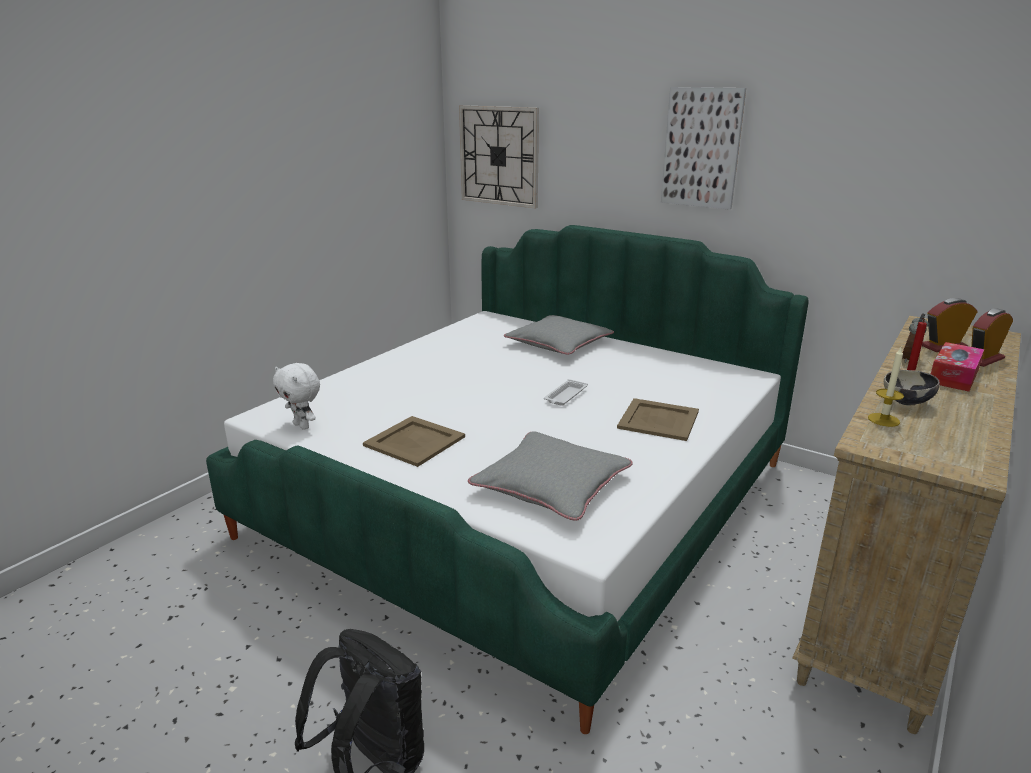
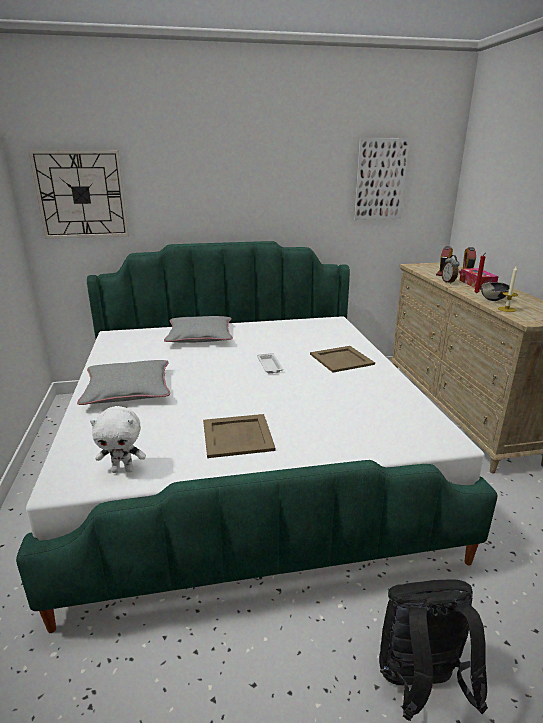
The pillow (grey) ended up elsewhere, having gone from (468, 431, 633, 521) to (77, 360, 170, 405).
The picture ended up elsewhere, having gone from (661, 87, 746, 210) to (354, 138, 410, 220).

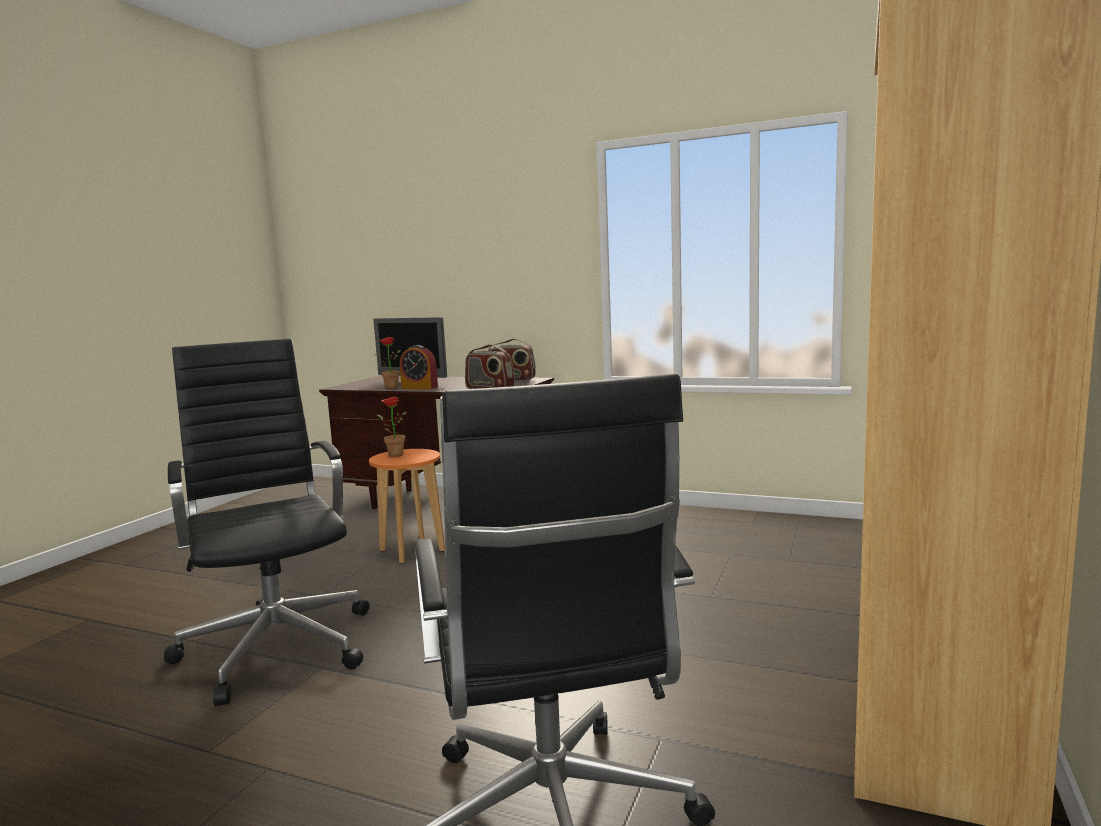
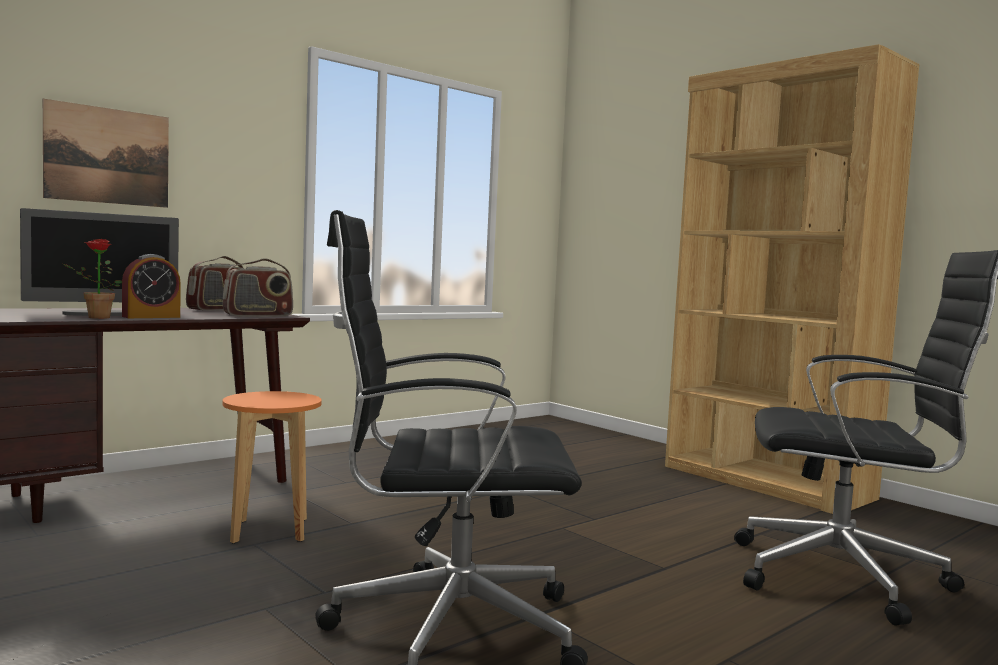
The second view lost the potted plant at (377, 397, 407, 457).
The second view gained the picture at (43, 99, 169, 208).

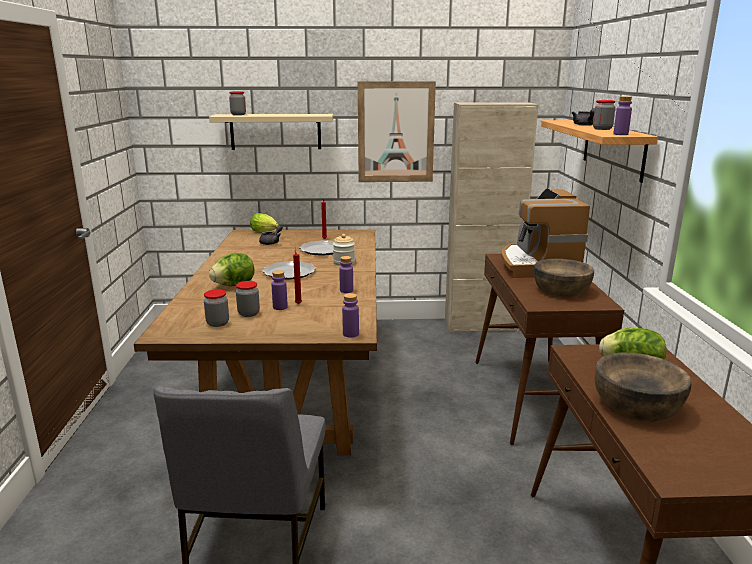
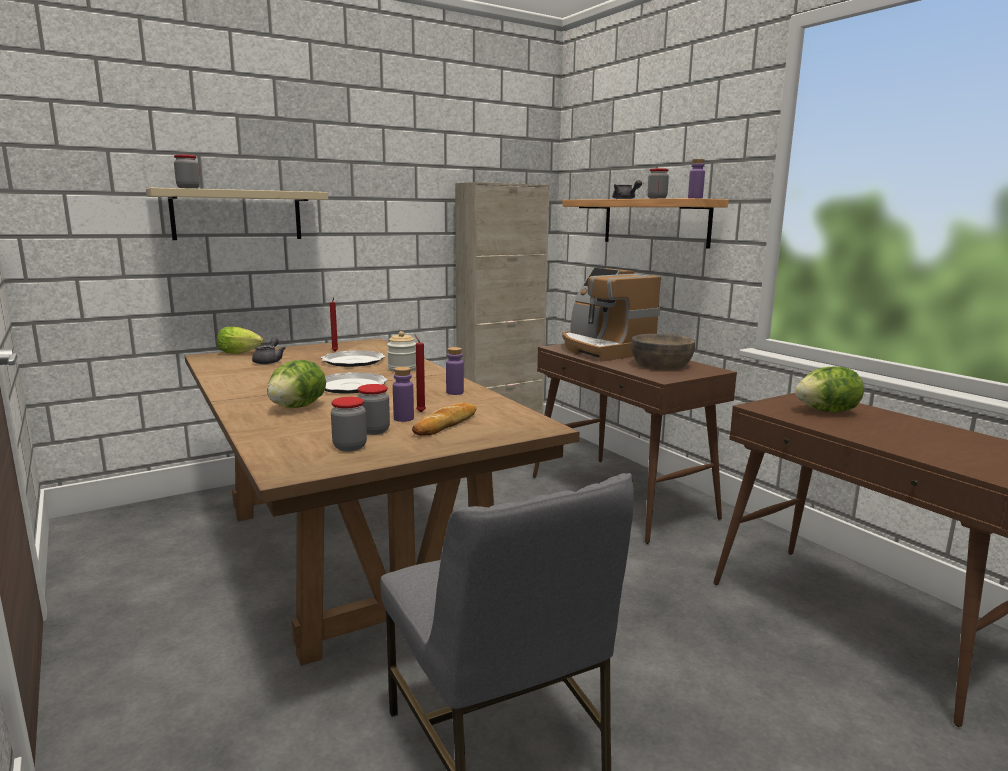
The second view lost the bottle (purple) at (342, 293, 359, 338).
The second view lost the picture at (358, 81, 436, 182).
The second view lost the bowl (brown) at (595, 352, 691, 422).
The second view gained the bread at (412, 402, 477, 436).

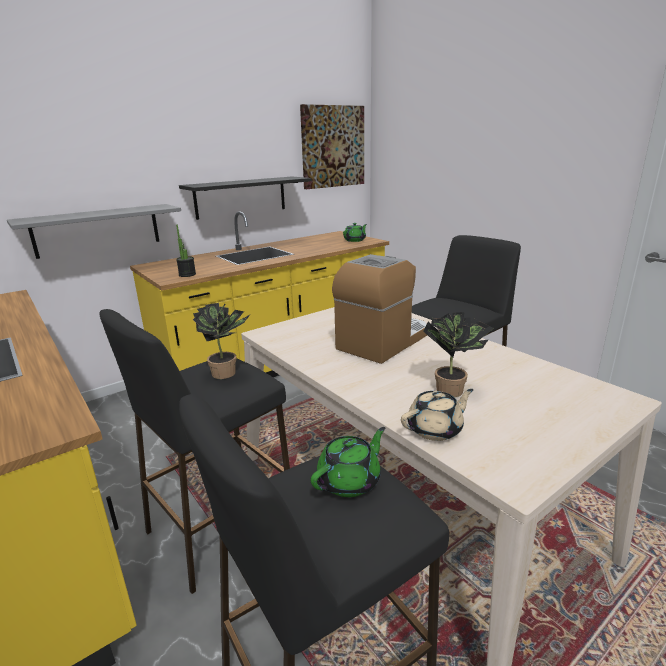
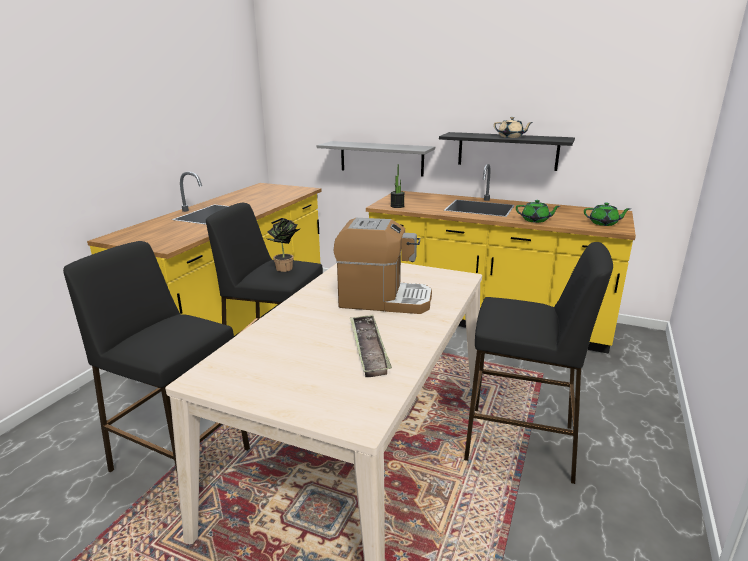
The second view lost the picture at (300, 104, 364, 189).
The teapot (green) ended up elsewhere, having gone from (311, 427, 385, 497) to (516, 200, 560, 223).
The teapot (beige) ended up elsewhere, having gone from (401, 389, 474, 441) to (494, 117, 533, 138).
The second view lost the potted plant at (423, 312, 493, 397).
The second view gained the tray at (350, 315, 392, 377).

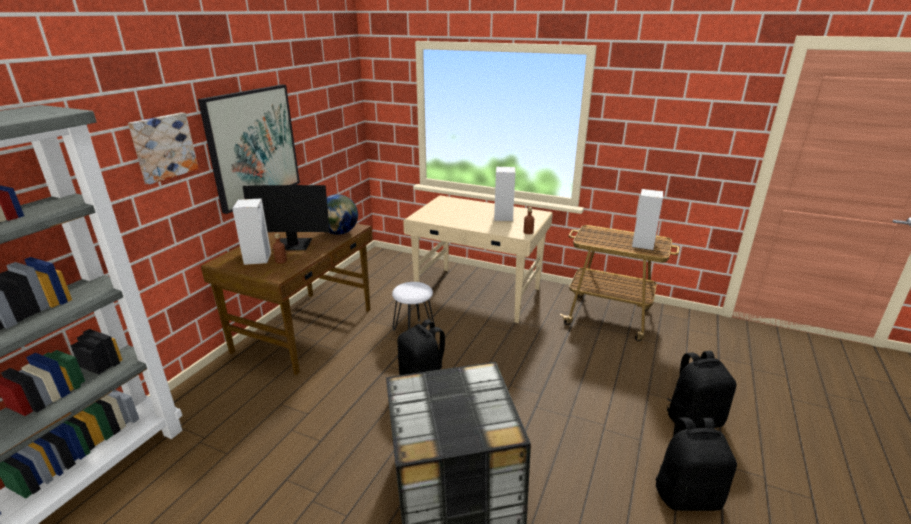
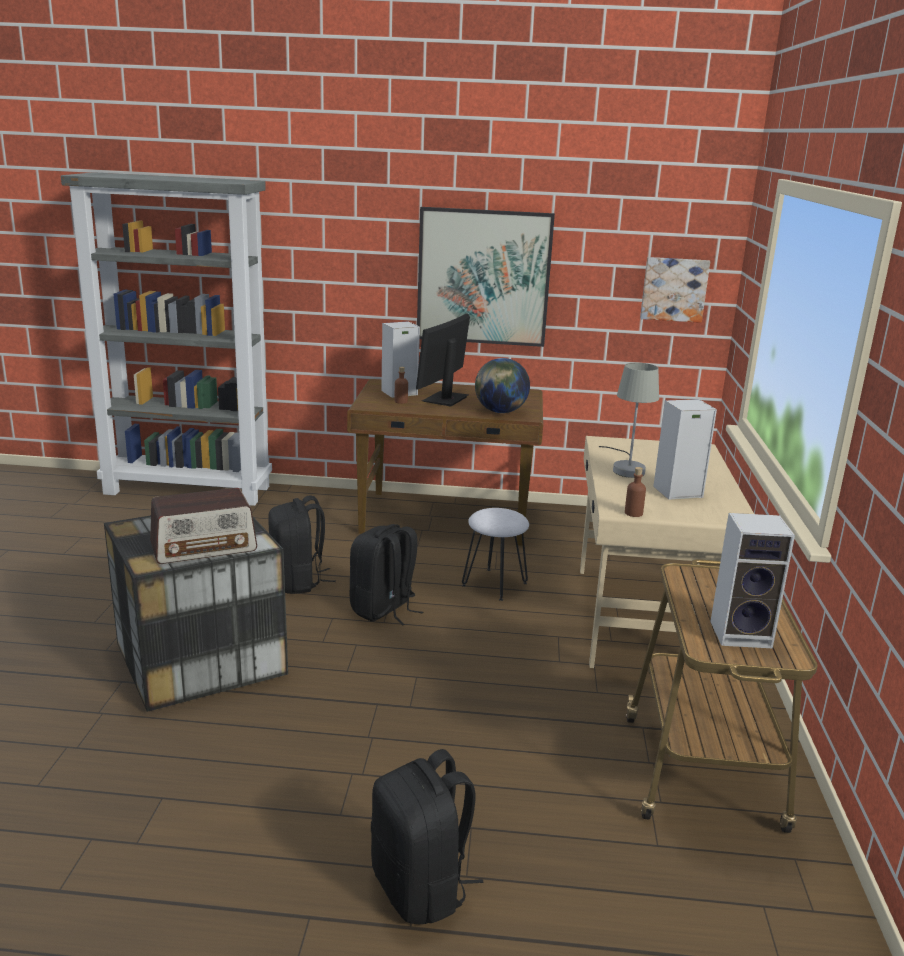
The picture ended up elsewhere, having gone from (128, 113, 198, 184) to (640, 257, 710, 323).
The monitor at (243, 185, 330, 250) ended up facing another way, 45 degrees clockwise from before.
The backpack (black) ended up elsewhere, having gone from (655, 418, 737, 511) to (268, 496, 336, 594).
The second view gained the radio at (150, 488, 257, 564).
The second view gained the table lamp (grey) at (599, 363, 659, 478).

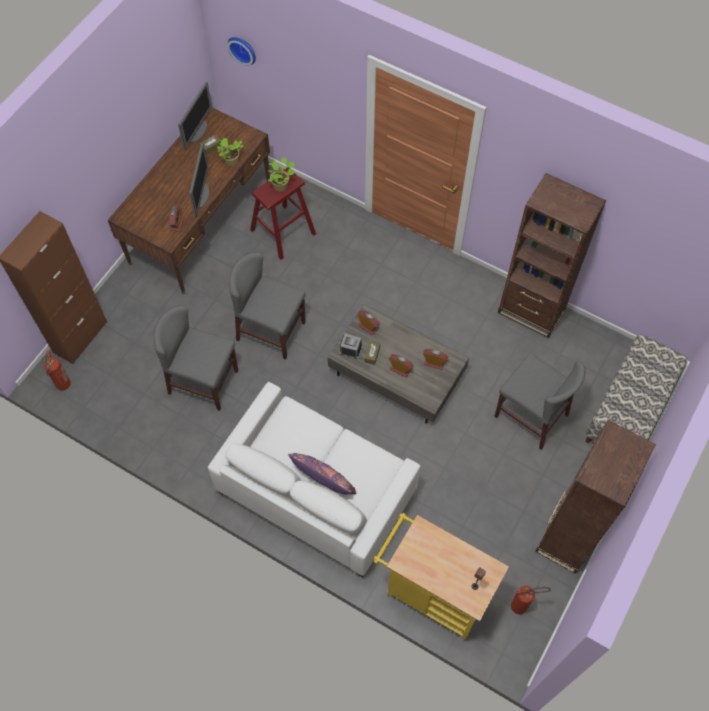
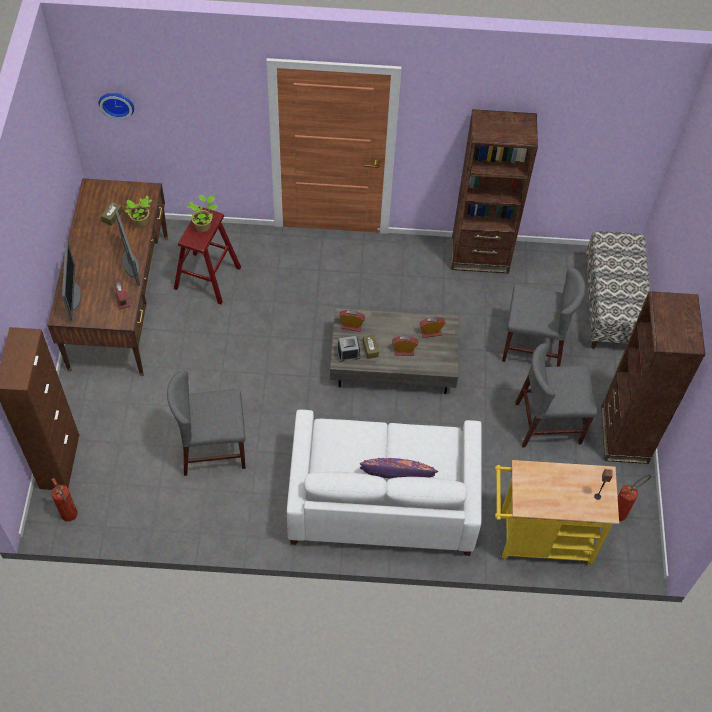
The monitor ended up elsewhere, having gone from (178, 82, 212, 149) to (62, 241, 81, 321).
The chair (grey) ended up elsewhere, having gone from (229, 252, 306, 360) to (515, 343, 597, 447).

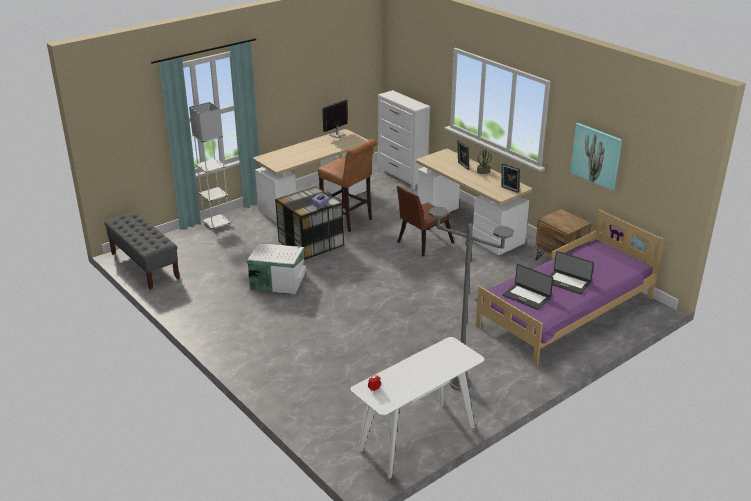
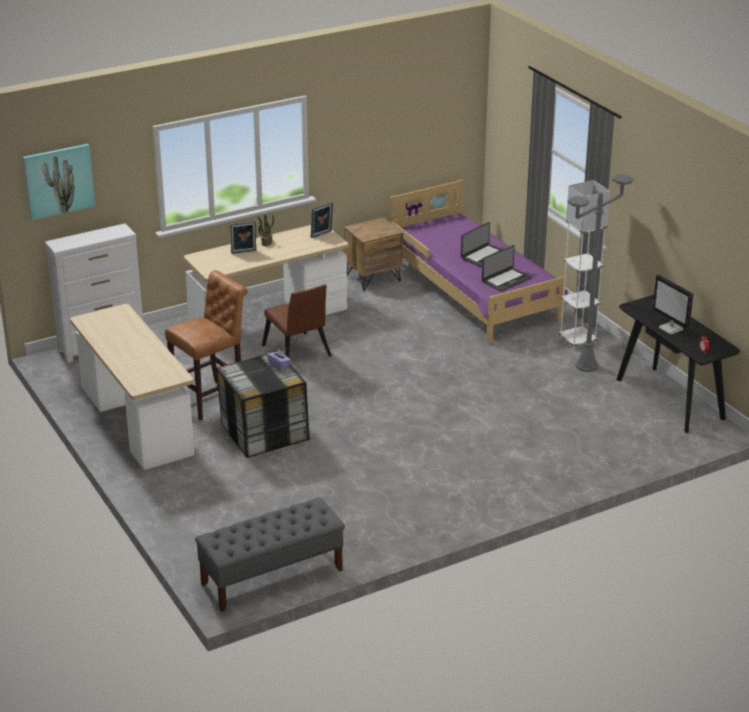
The floor lamp (white) ended up elsewhere, having gone from (189, 102, 231, 231) to (558, 180, 610, 349).
The second view lost the storage box (white) at (247, 243, 306, 295).
The monitor ended up elsewhere, having gone from (322, 99, 348, 138) to (653, 275, 693, 334).
What was the console table (white) at (351, 337, 484, 479) turned into the console table (black) at (616, 295, 740, 433).
The picture ended up elsewhere, having gone from (570, 123, 622, 191) to (23, 144, 95, 220).

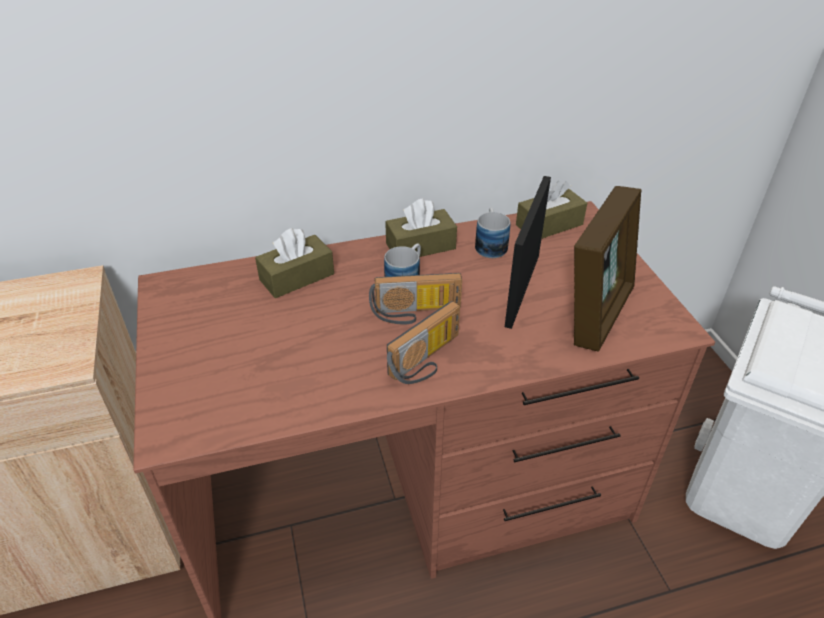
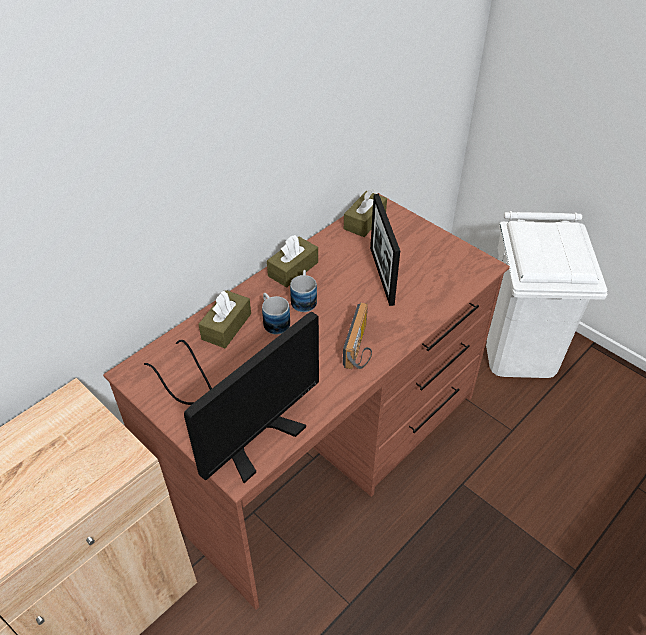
The second view lost the radio at (369, 273, 462, 325).
The mug ended up elsewhere, having gone from (475, 208, 510, 258) to (262, 293, 290, 335).
The second view lost the picture frame at (574, 186, 641, 351).
The second view gained the monitor at (144, 312, 319, 483).

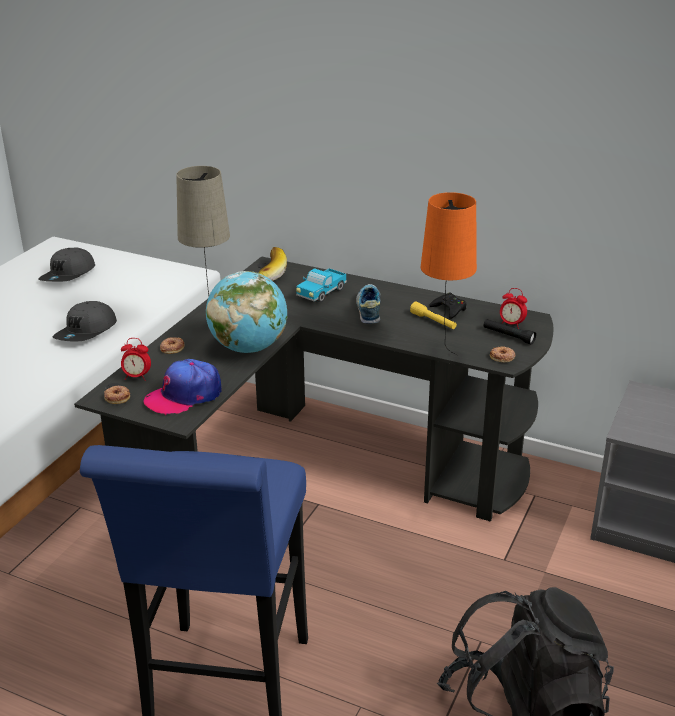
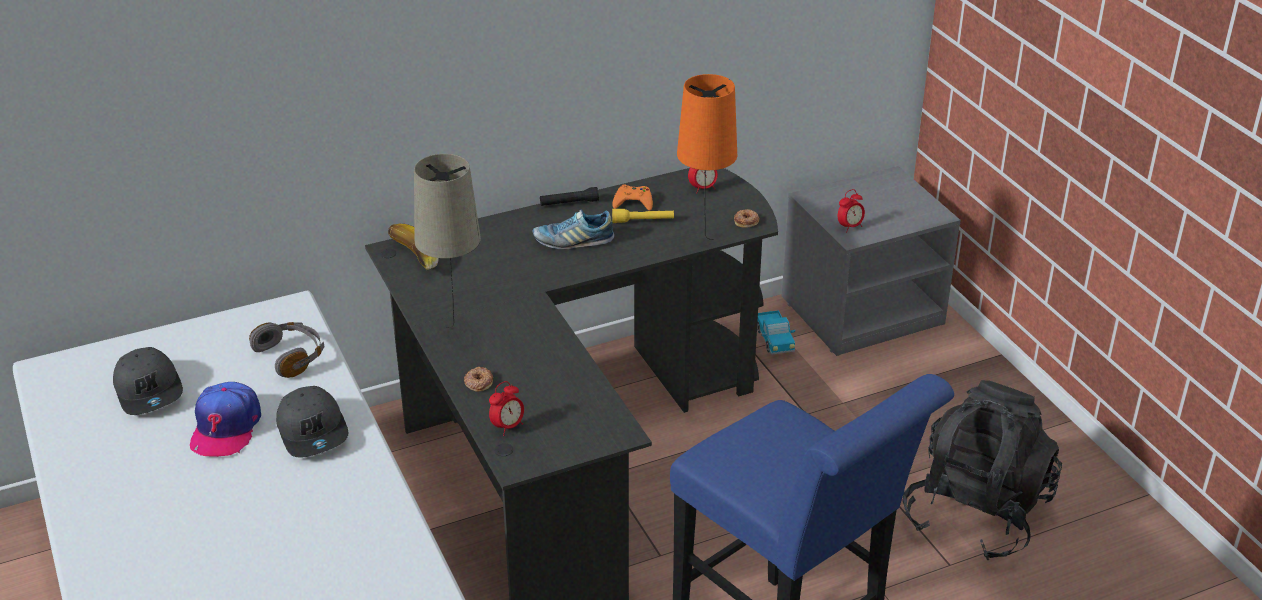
The second view lost the donut at (104, 386, 130, 404).
The cap ended up elsewhere, having gone from (143, 359, 222, 415) to (190, 382, 261, 457).
The second view lost the globe at (206, 271, 287, 353).
The toy truck ended up elsewhere, having gone from (296, 268, 347, 302) to (757, 310, 795, 355).
The shoe at (356, 284, 381, 324) ended up facing another way, 45 degrees counterclockwise from before.
What was the game controller (black) at (429, 292, 467, 319) turned into the game controller (orange) at (612, 184, 653, 211).
The flashlight (black) ended up elsewhere, having gone from (483, 319, 536, 345) to (540, 187, 599, 206).
The second view gained the headphones (grey) at (249, 322, 325, 378).
The second view gained the alarm clock at (838, 189, 865, 232).

